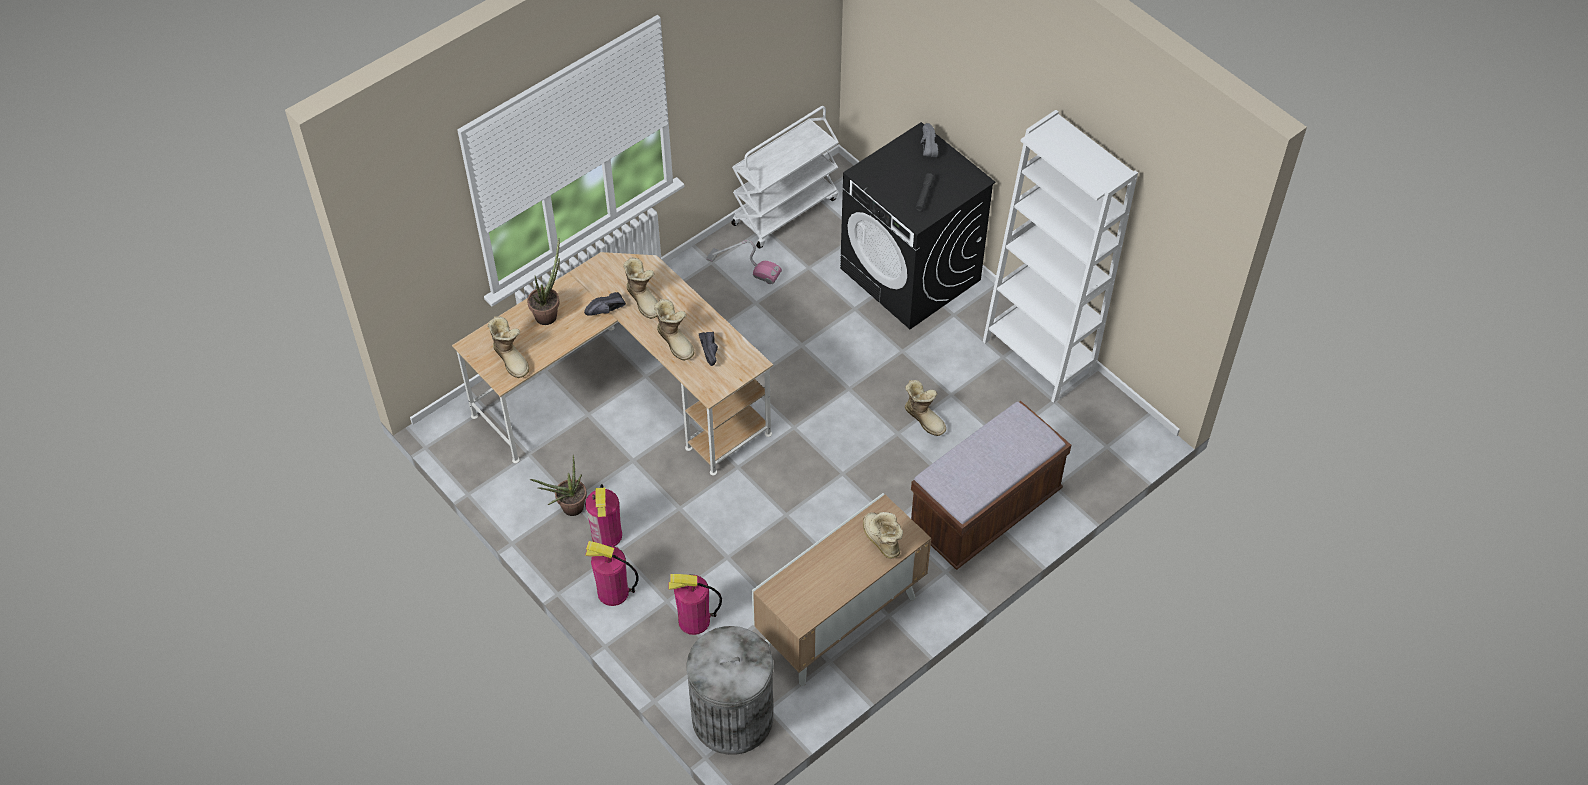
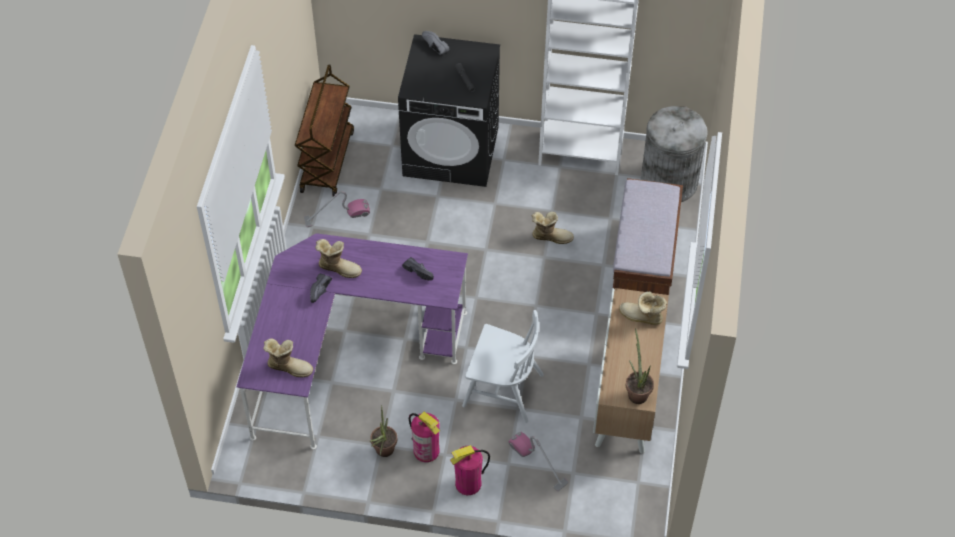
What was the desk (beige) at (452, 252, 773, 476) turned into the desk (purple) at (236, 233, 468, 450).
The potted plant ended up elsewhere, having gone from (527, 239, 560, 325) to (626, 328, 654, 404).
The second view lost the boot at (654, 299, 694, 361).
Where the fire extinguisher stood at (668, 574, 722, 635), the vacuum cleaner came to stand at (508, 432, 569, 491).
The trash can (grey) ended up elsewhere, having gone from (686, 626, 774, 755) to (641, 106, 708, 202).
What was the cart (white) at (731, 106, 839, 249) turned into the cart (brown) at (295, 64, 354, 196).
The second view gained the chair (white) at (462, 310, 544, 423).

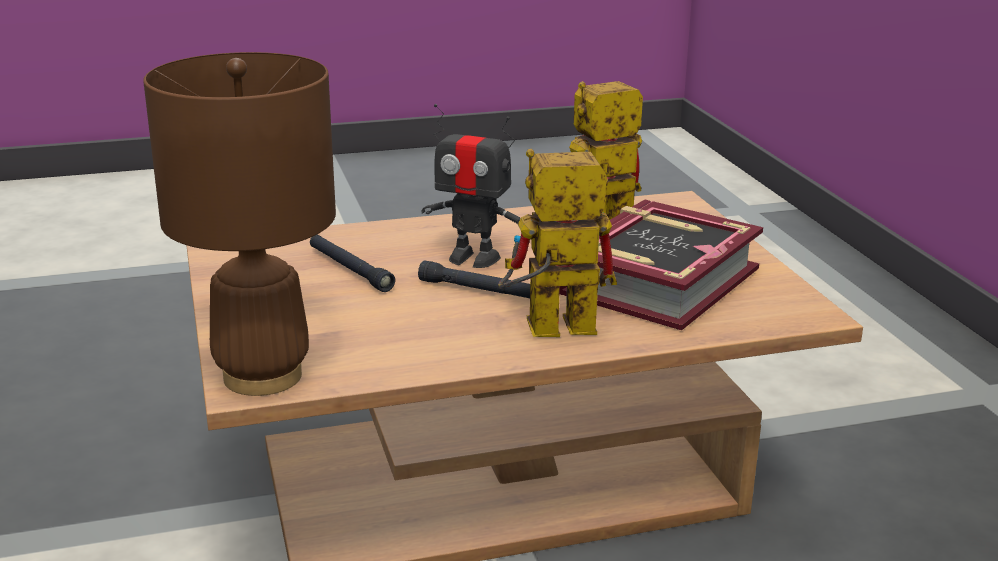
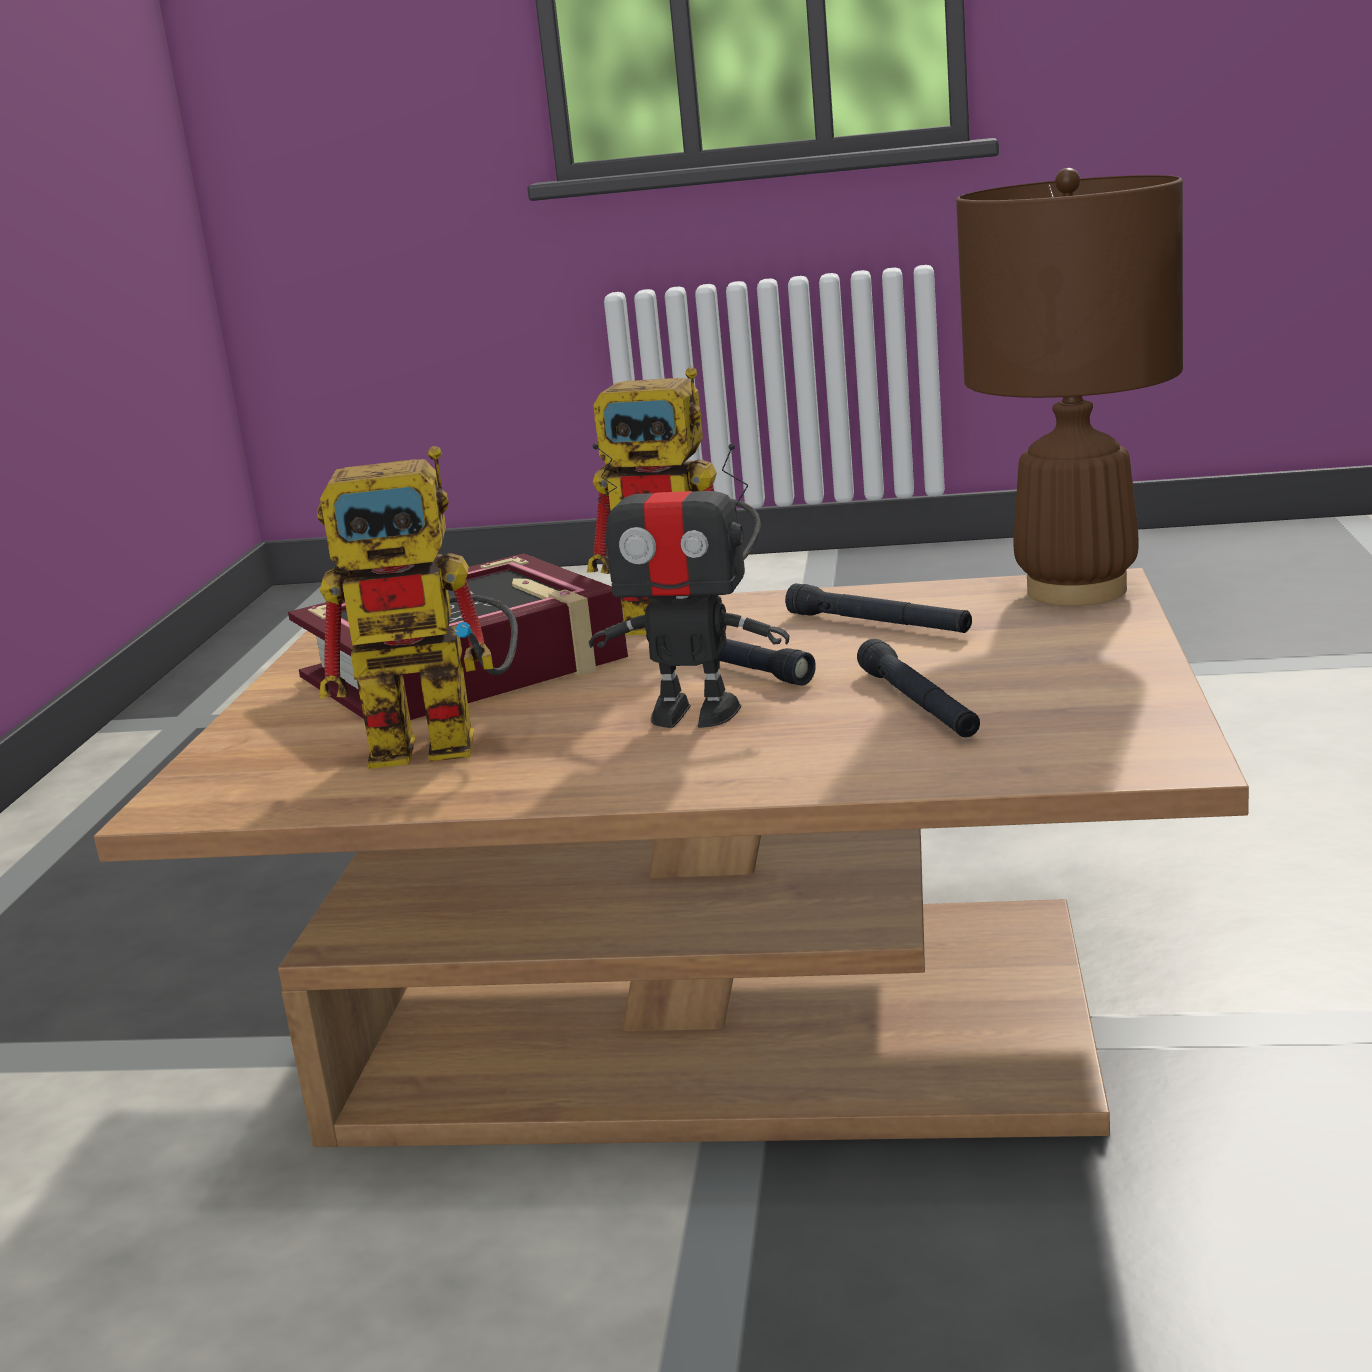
The toy robot at (421, 104, 520, 268) ended up facing another way, 150 degrees clockwise from before.
The second view gained the flashlight (black) at (785, 583, 972, 633).

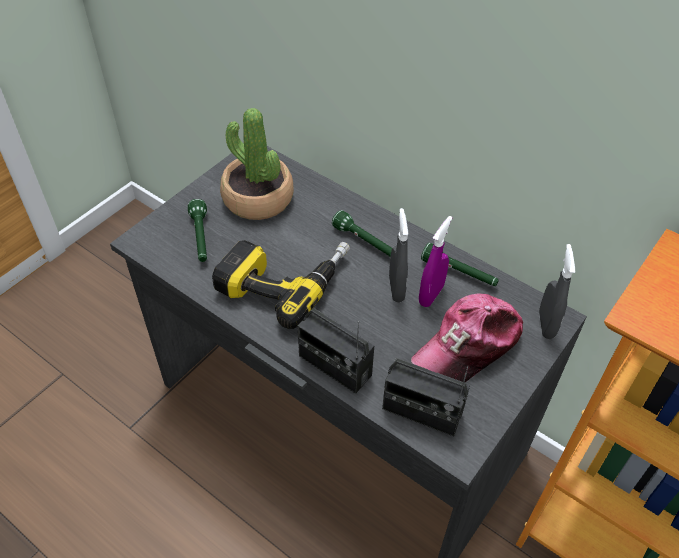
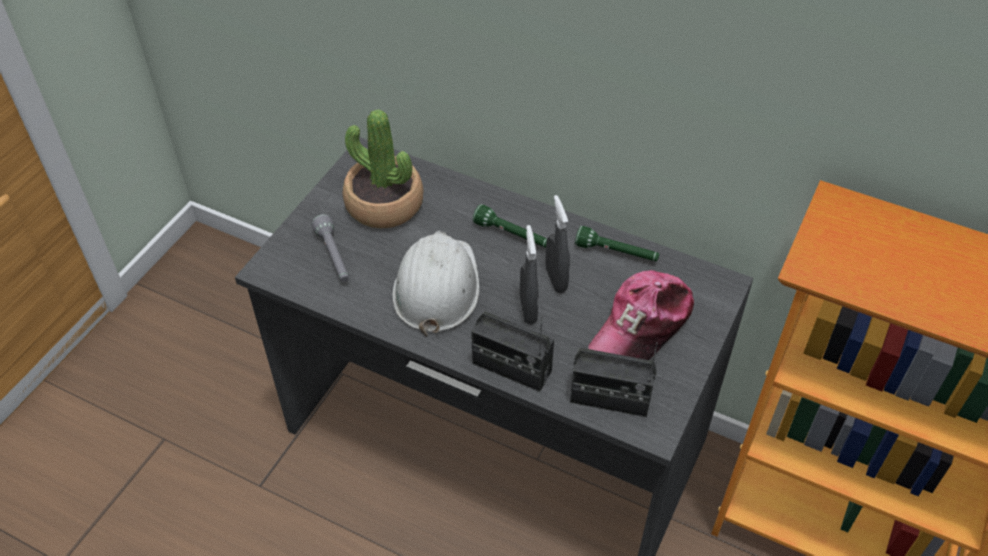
What was the flashlight (green) at (188, 199, 207, 262) turned into the flashlight (grey) at (312, 214, 349, 282).
Where the power drill stood at (212, 240, 350, 329), the hard hat (white) came to stand at (392, 231, 480, 337).
The second view lost the spray bottle (purple) at (419, 216, 452, 307).
The spray bottle (grey) ended up elsewhere, having gone from (539, 244, 575, 339) to (520, 225, 539, 324).

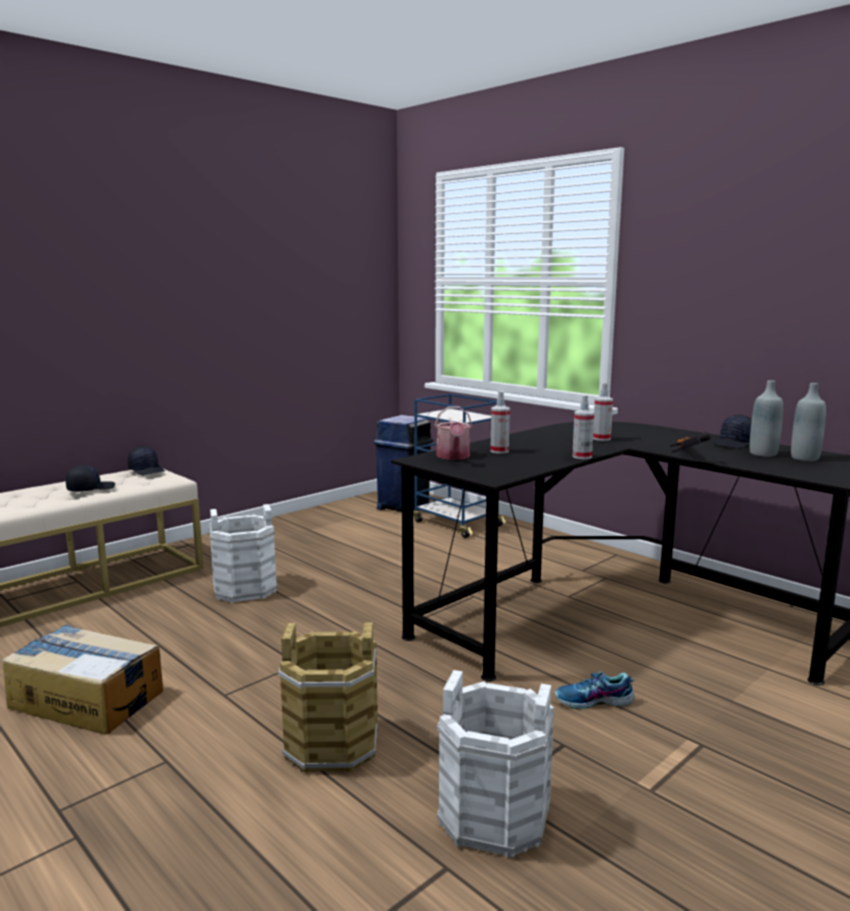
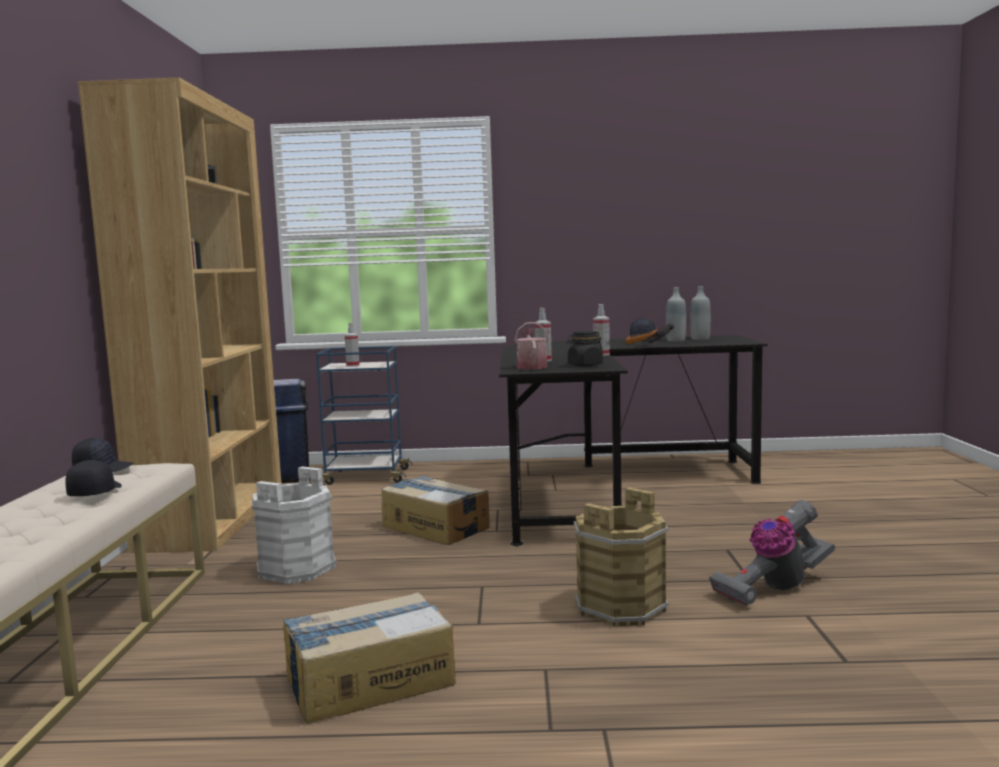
The watering can at (435, 406, 472, 460) ended up facing another way, 135 degrees counterclockwise from before.
Where the bucket (white) stood at (436, 670, 554, 858), the vacuum cleaner came to stand at (709, 500, 835, 606).
The second view lost the shoe at (555, 672, 635, 709).
The spray bottle ended up elsewhere, having gone from (593, 383, 613, 441) to (345, 323, 360, 367).
The second view gained the bookcase (brown) at (78, 78, 282, 553).
The second view gained the cardboard box at (382, 475, 490, 545).
The second view gained the jar (black) at (567, 331, 603, 366).

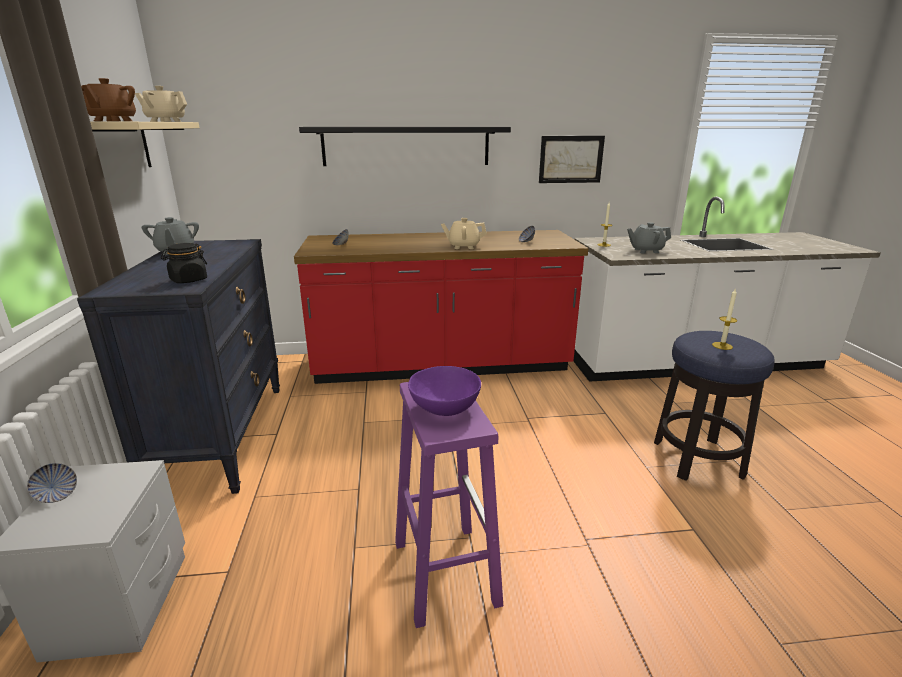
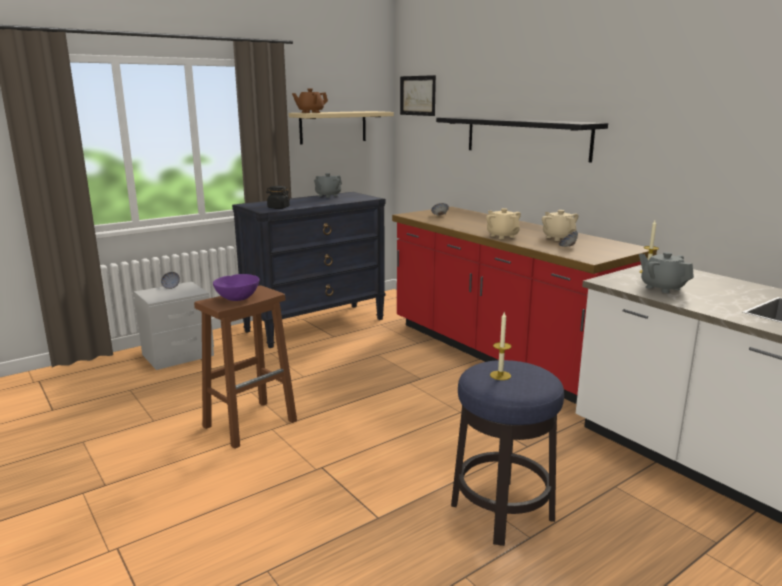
The teapot (beige) ended up elsewhere, having gone from (135, 86, 187, 122) to (542, 210, 578, 241).
What was the stool (purple) at (395, 382, 503, 628) turned into the stool (brown) at (194, 285, 297, 449).
The picture ended up elsewhere, having gone from (539, 136, 605, 183) to (400, 75, 436, 116).

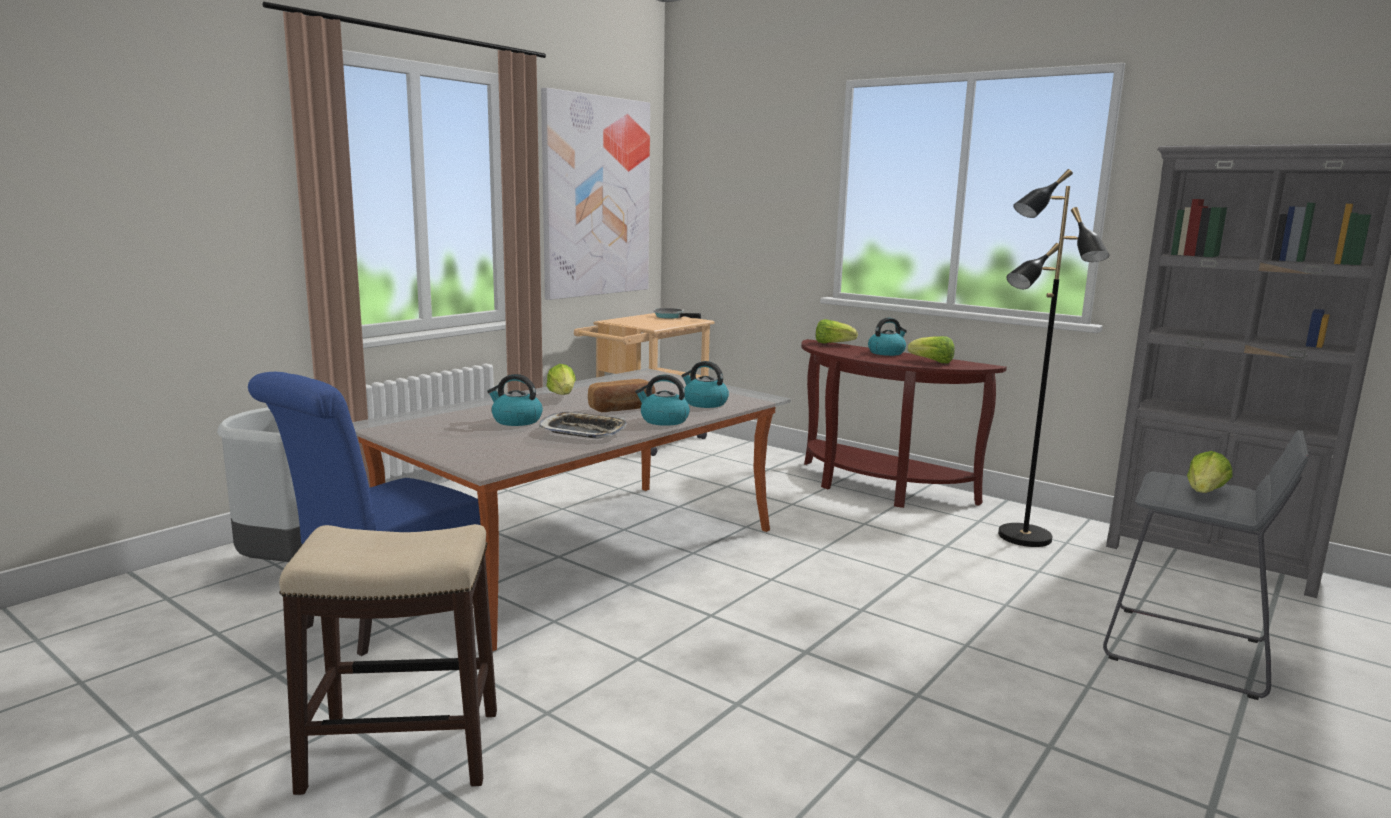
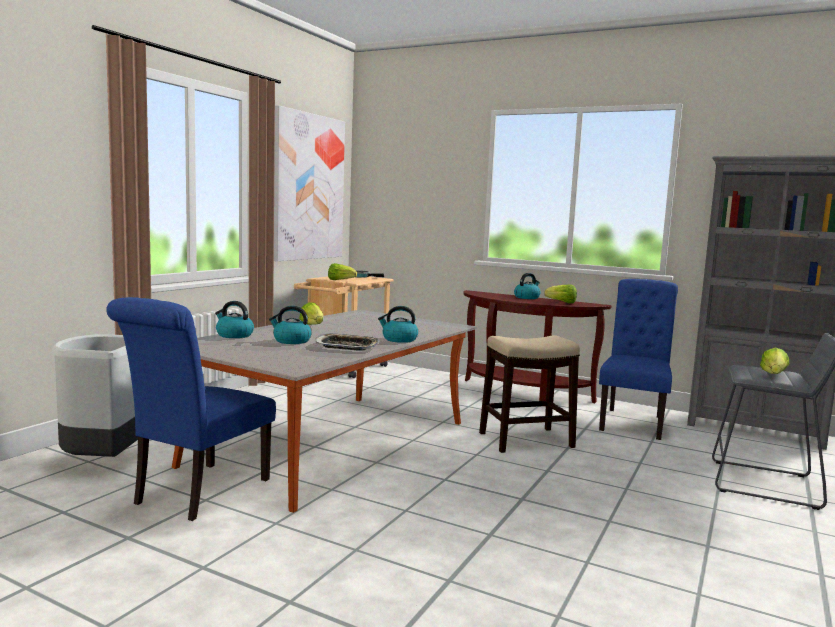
The stool ended up elsewhere, having gone from (279, 524, 497, 795) to (479, 335, 580, 453).
The second view lost the bread at (588, 379, 656, 412).
The kettle ended up elsewhere, having gone from (682, 361, 729, 408) to (215, 301, 254, 338).
The lettuce ended up elsewhere, having gone from (816, 319, 858, 343) to (328, 263, 357, 280).
Where the floor lamp (black) stood at (998, 169, 1110, 547), the chair (blue) came to stand at (599, 279, 678, 440).

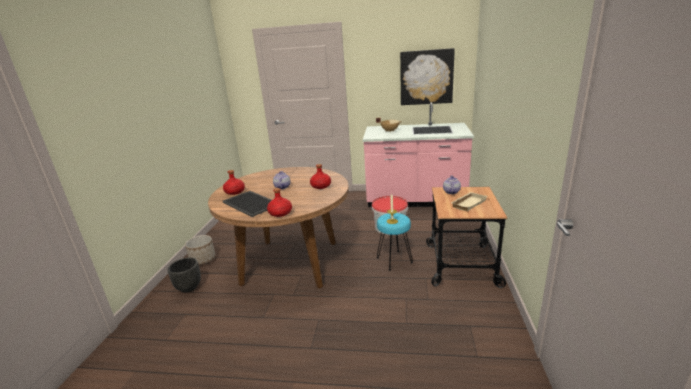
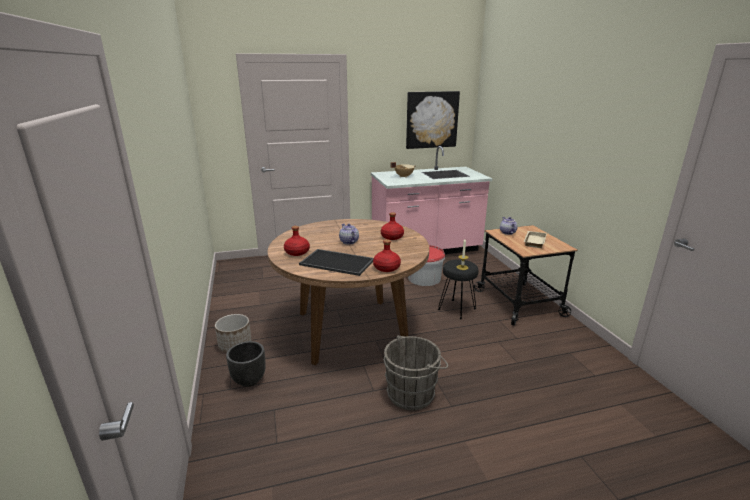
What was the stool (turquoise) at (377, 213, 413, 271) turned into the stool (black) at (438, 259, 478, 319).
The second view gained the bucket (grey) at (383, 336, 448, 410).

